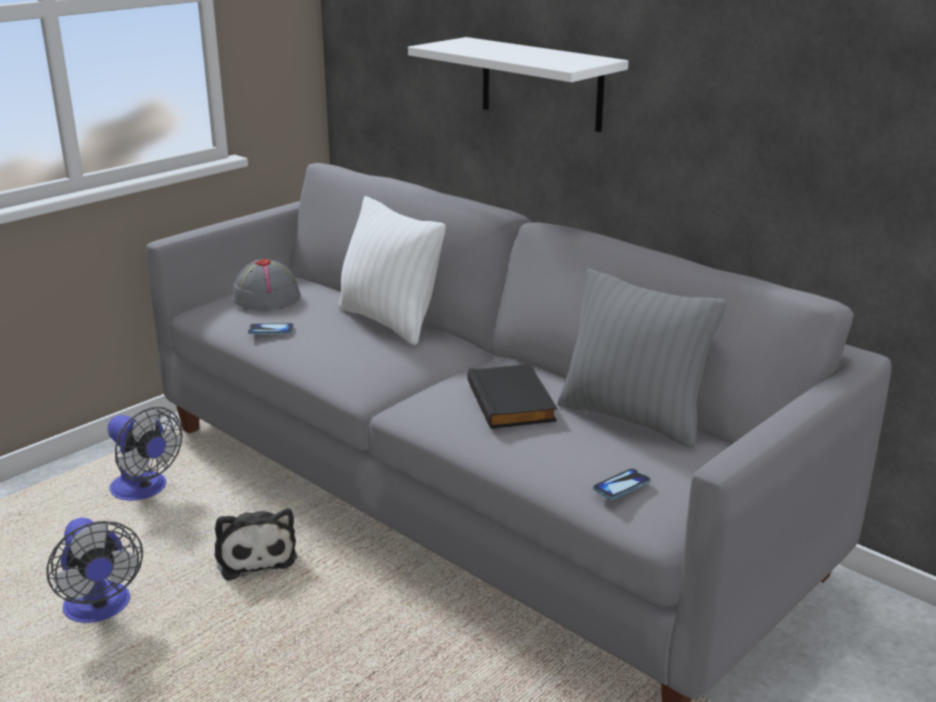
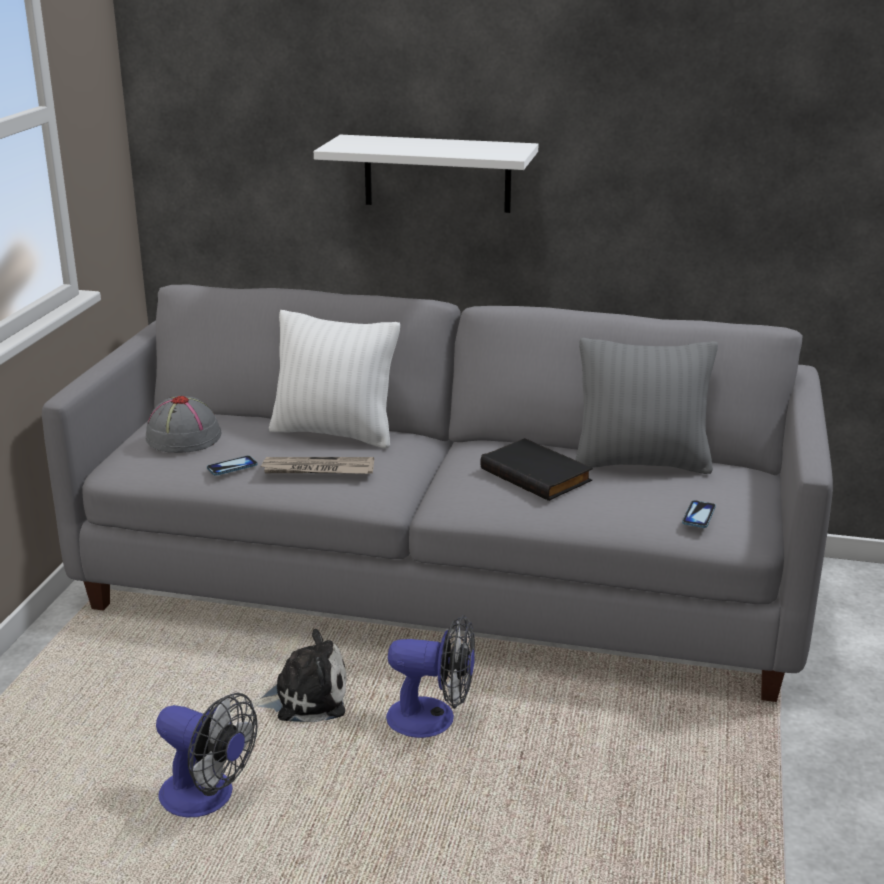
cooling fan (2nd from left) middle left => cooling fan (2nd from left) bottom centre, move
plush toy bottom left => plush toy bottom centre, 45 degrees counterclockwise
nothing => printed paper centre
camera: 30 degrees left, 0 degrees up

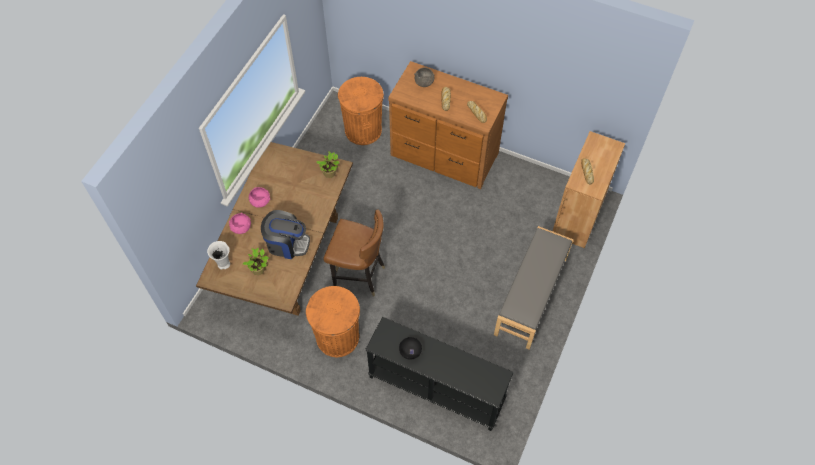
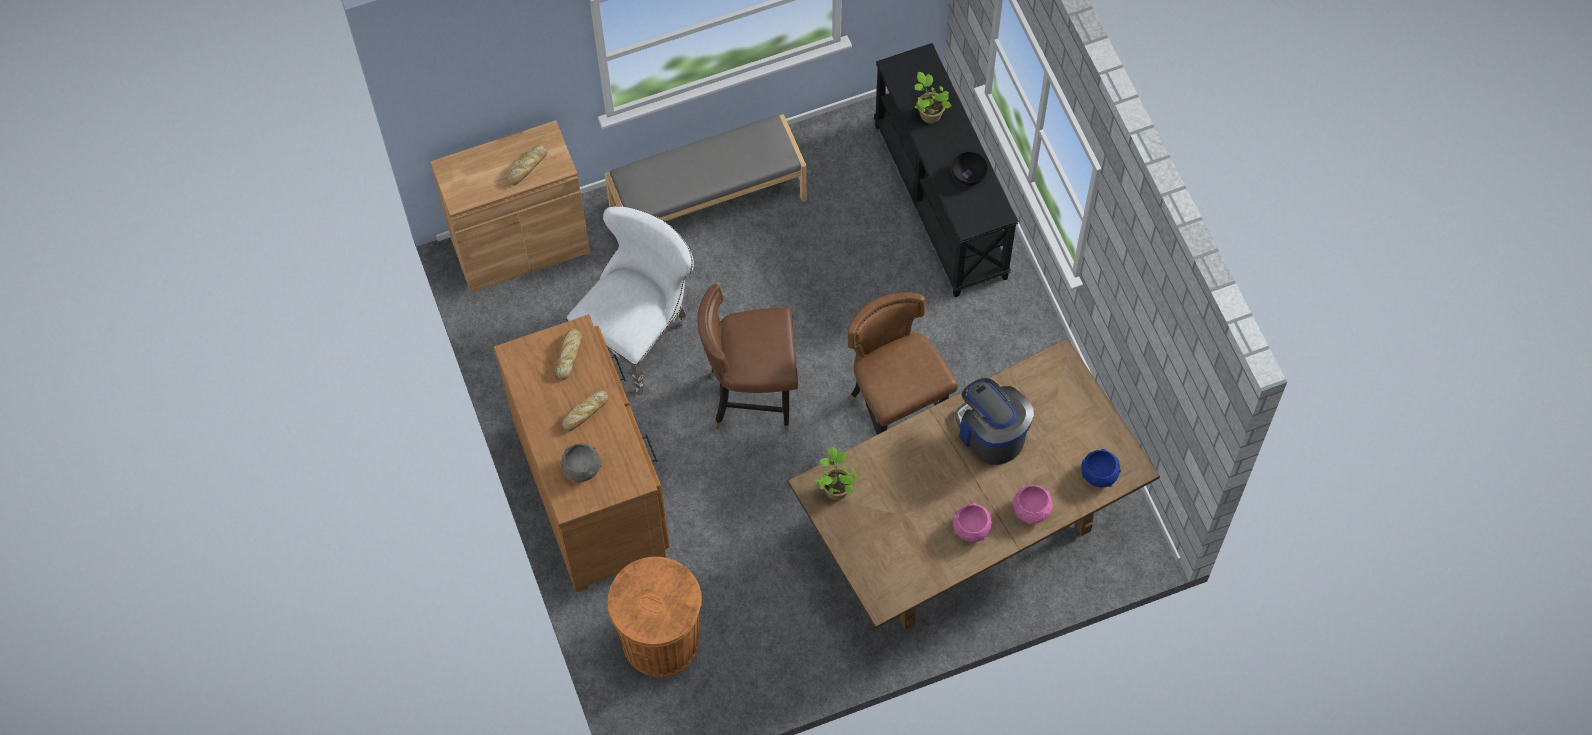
flower vase (whitish) middle left => serving bowl (bluish) middle right
potted plant (1st from left in the first image) middle left => potted plant (2nd from left) top centre, move
trash can (orange-coloured) (1st from left) bottom centre => nothing
nothing => chair (whitish) centre
nothing => chair (brown-coloured) (1st from left) centre
camera: 135 degrees left, 5 degrees up

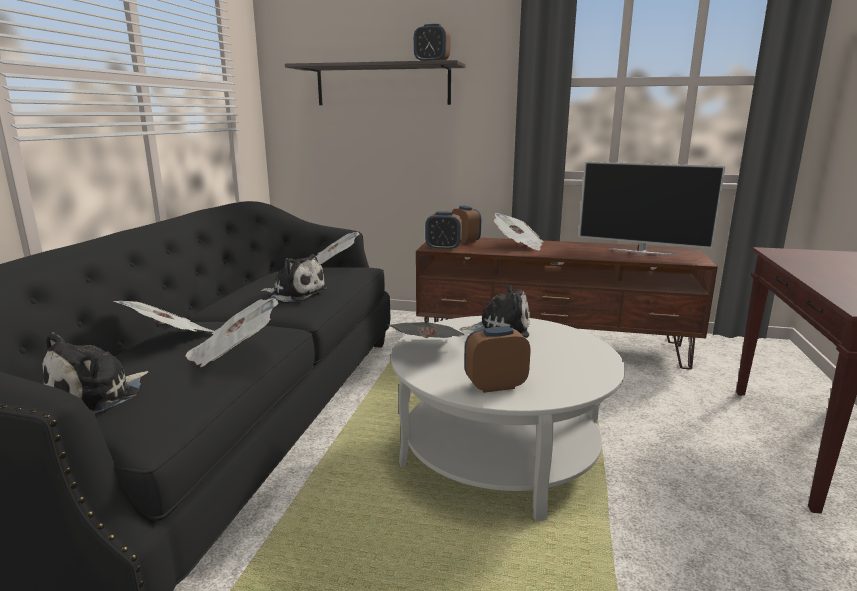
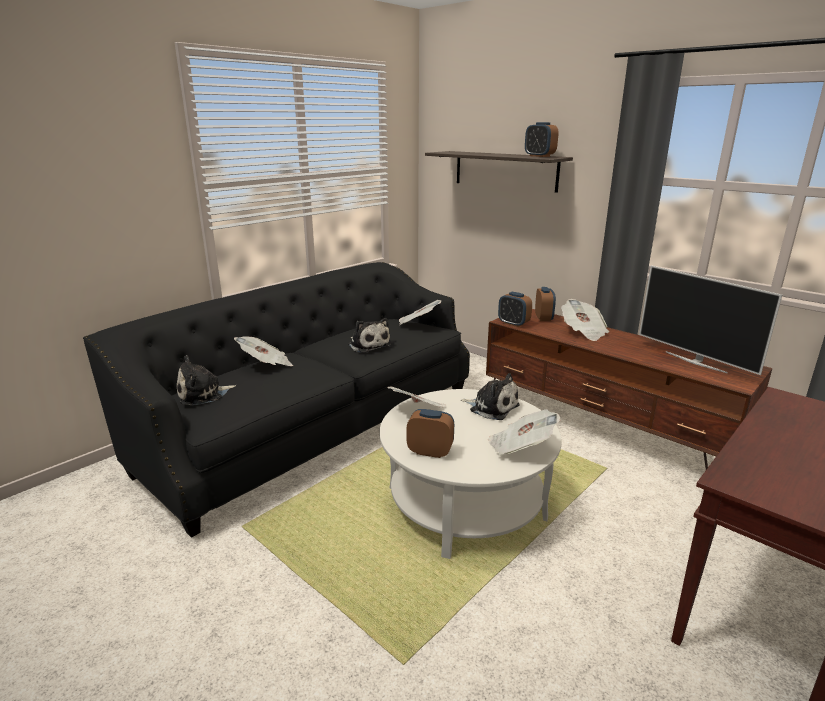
printed paper (2nd from left in the first image) middle left => printed paper (4th from left) centre, move
camera: 30 degrees right, 5 degrees up

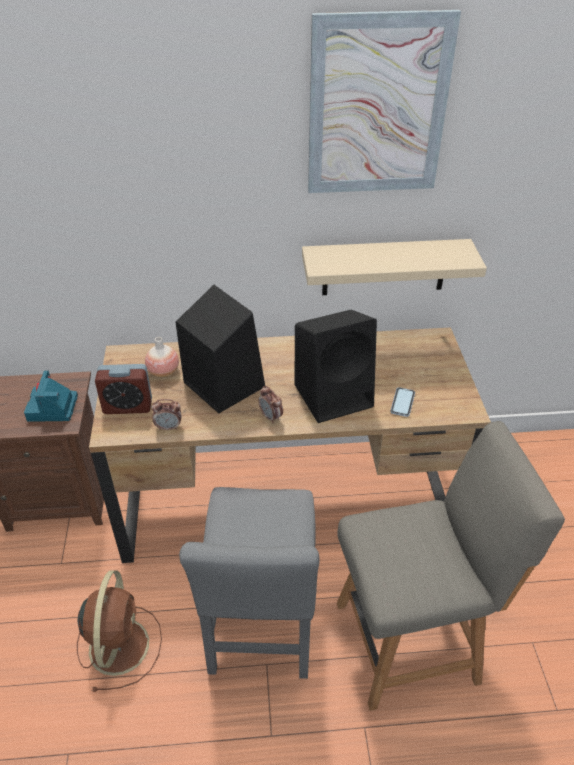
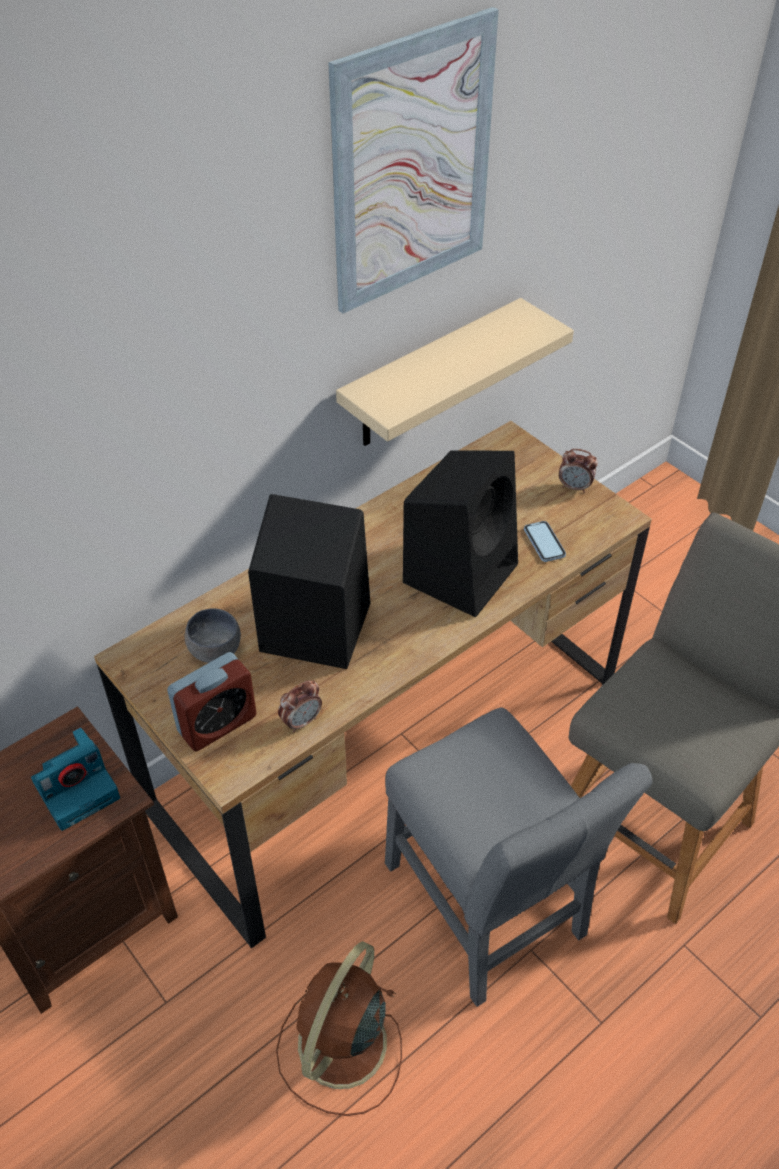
still camera middle left, 90 degrees counterclockwise
cooling fan (brown-coloured) bottom left => cooling fan (brown-coloured) bottom centre, 120 degrees counterclockwise
flower vase middle left => serving bowl (grey) middle left
bedside clock (3rd from left) centre => bedside clock (3rd from left) middle right, move
camera: 35 degrees left, 5 degrees up

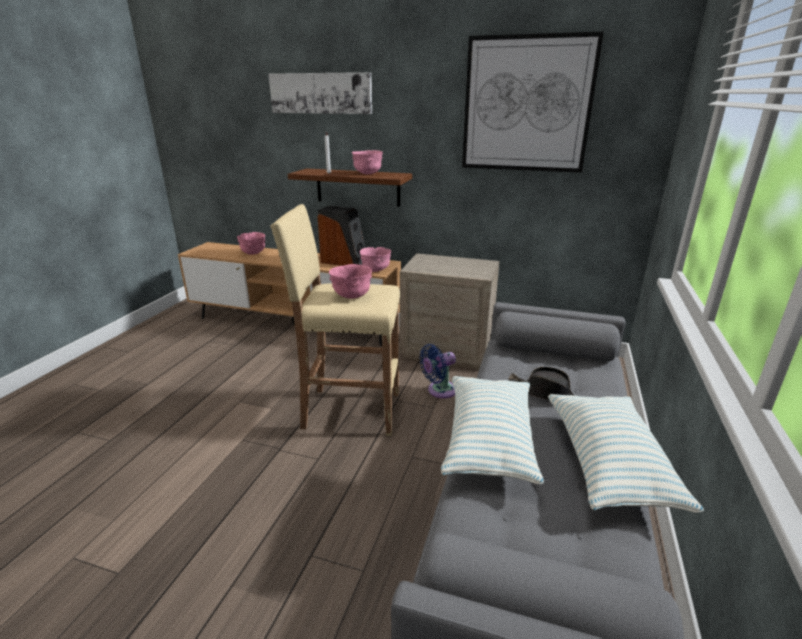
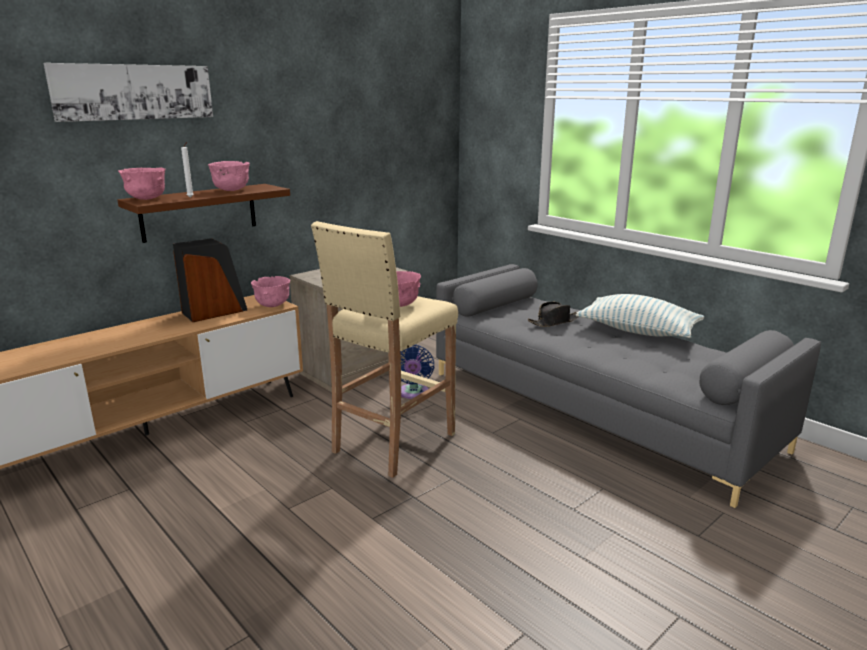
serving bowl (pink) (1st from left) middle left => serving bowl (pink) (1st from left) top left, move
throw pillow (1st from left) bottom centre => nothing
wall art (2nd from left) top centre => nothing
camera: 60 degrees left, 5 degrees down

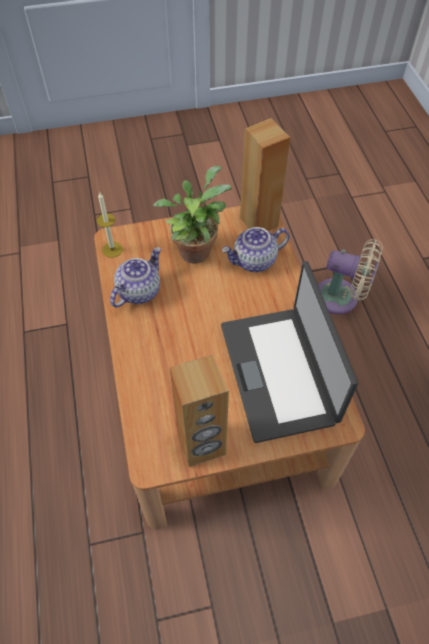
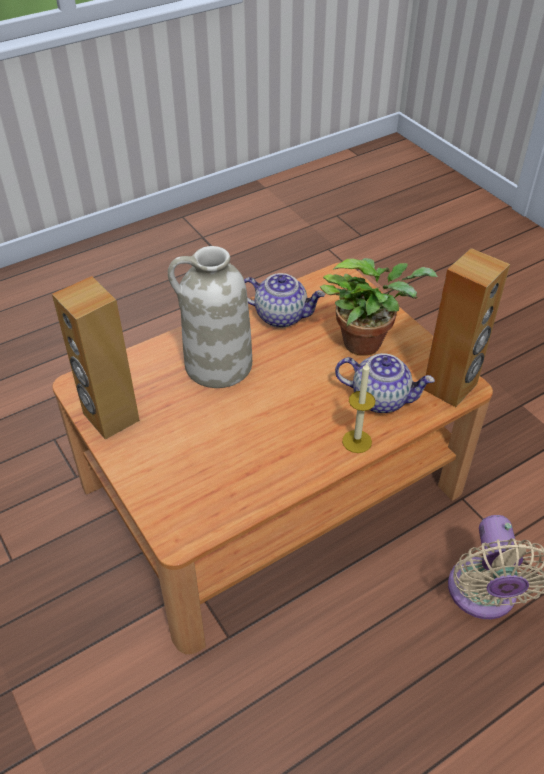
candle middle left => candle centre, move
laptop middle right => nothing
tea pot (2nd from left) centre => tea pot (2nd from left) middle right, 150 degrees clockwise
nothing => flower vase (whitish) centre
camera: 70 degrees right, 10 degrees down

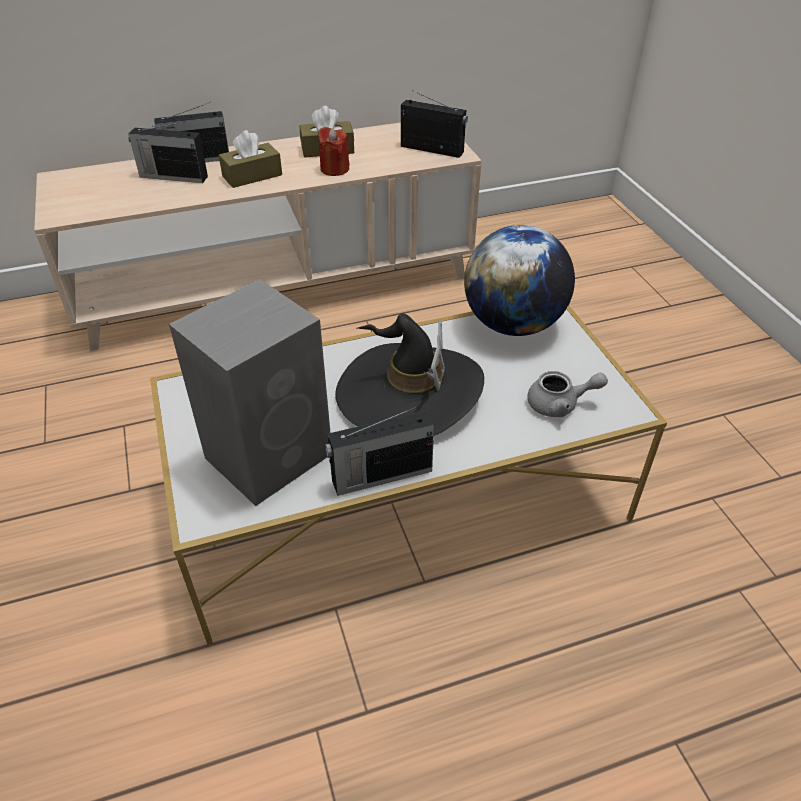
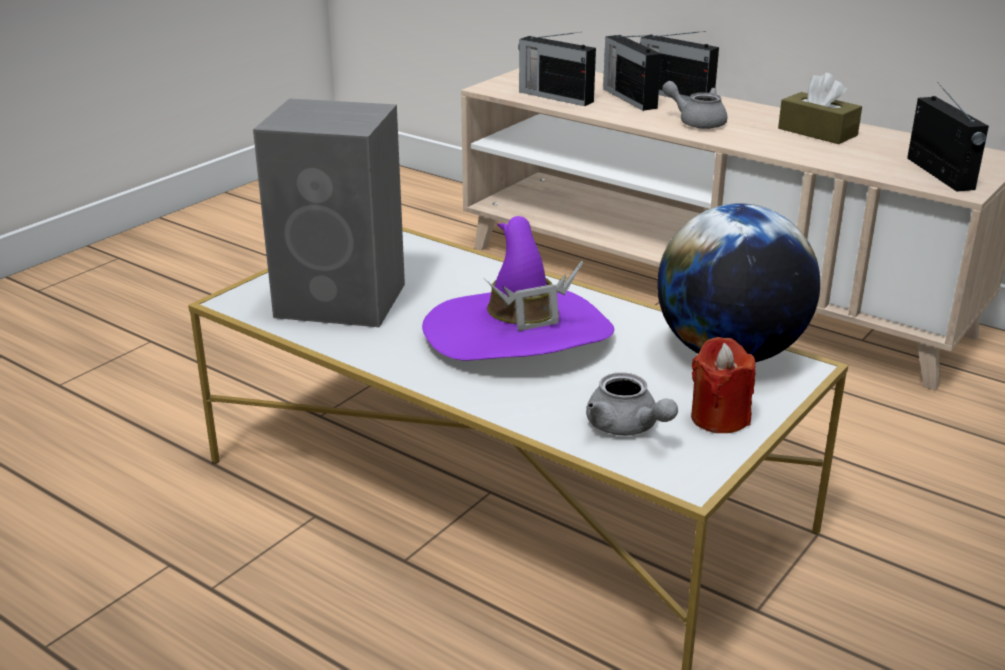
box of tissues (brown-coloured) (1st from left) top left => tea pot (grey) (2nd from left) top right
candle (red) top centre => candle (red) middle right, move
radio (3rd from left in the first image) centre => radio (1st from left) top centre, move
hat (black) centre => hat (purplish) centre
camera: 55 degrees right, 15 degrees down

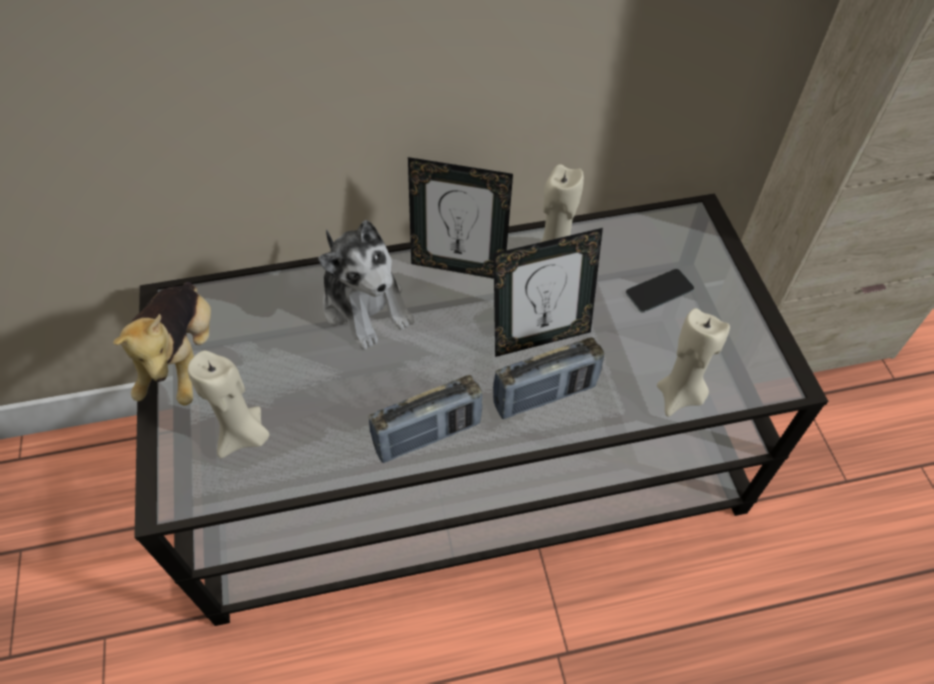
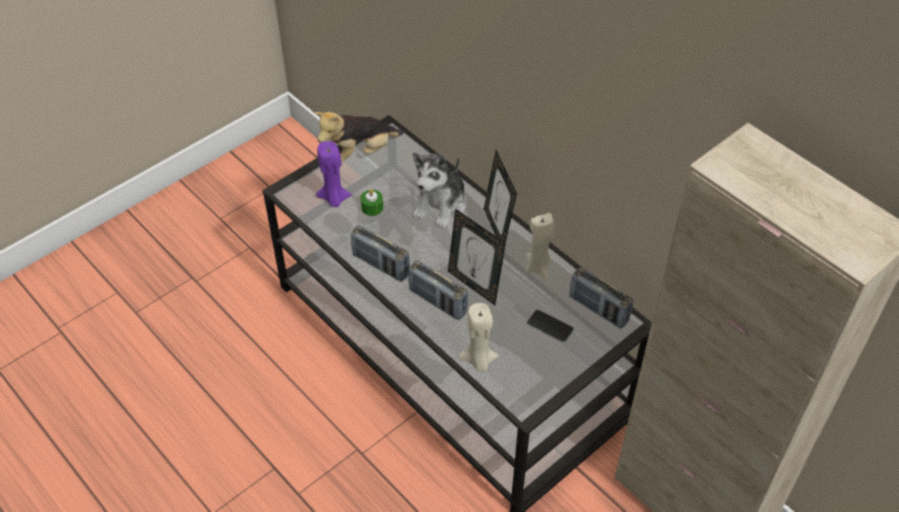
candle (beige) (1st from left) middle left => candle (purplish) centre
nothing => candle (greenish) centre
nothing => radio (3rd from left) middle right
camera: 60 degrees right, 5 degrees down

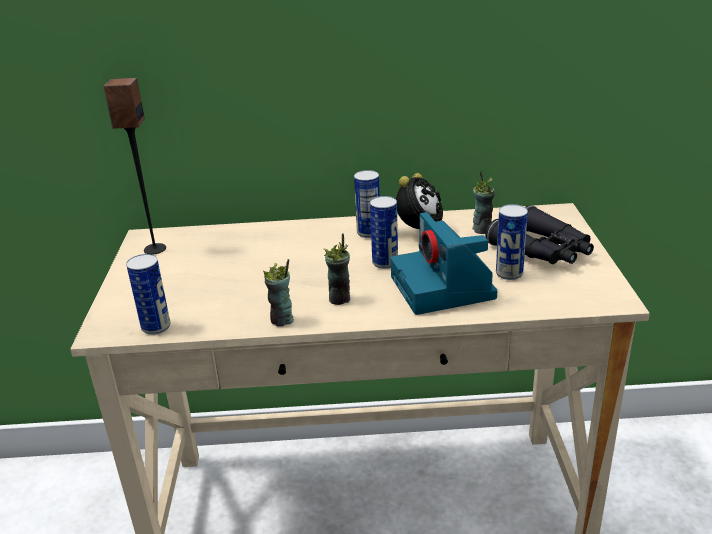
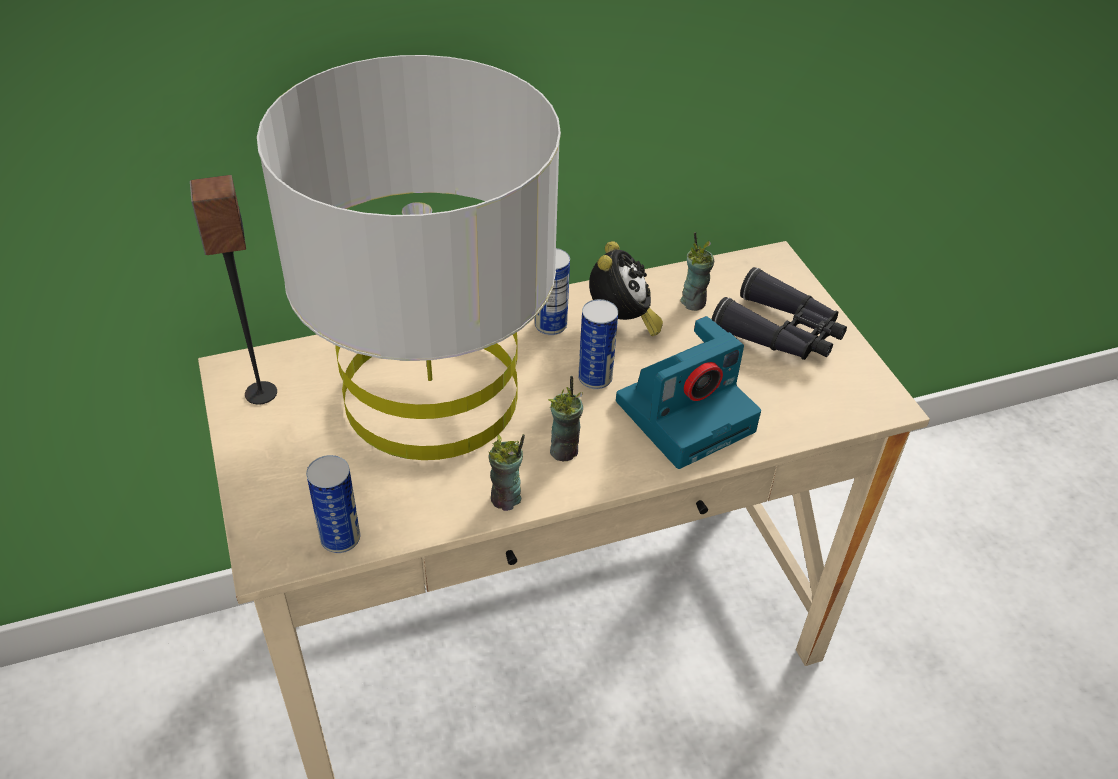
still camera centre, 90 degrees counterclockwise
can (4th from left) middle right => nothing
nothing => tabletop lamp (grey) top centre
camera: 20 degrees left, 15 degrees up

